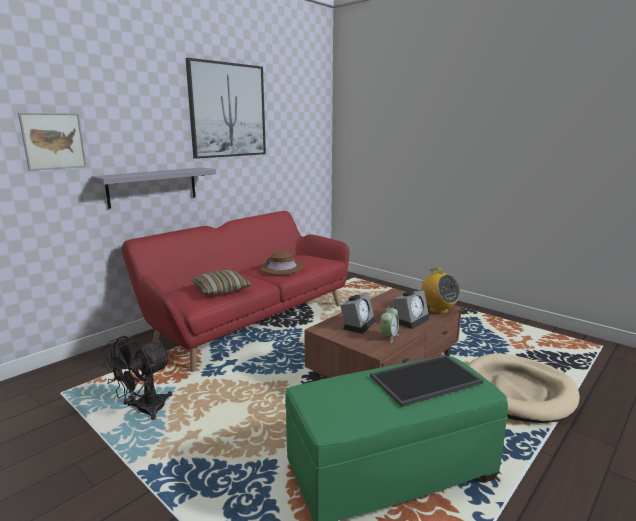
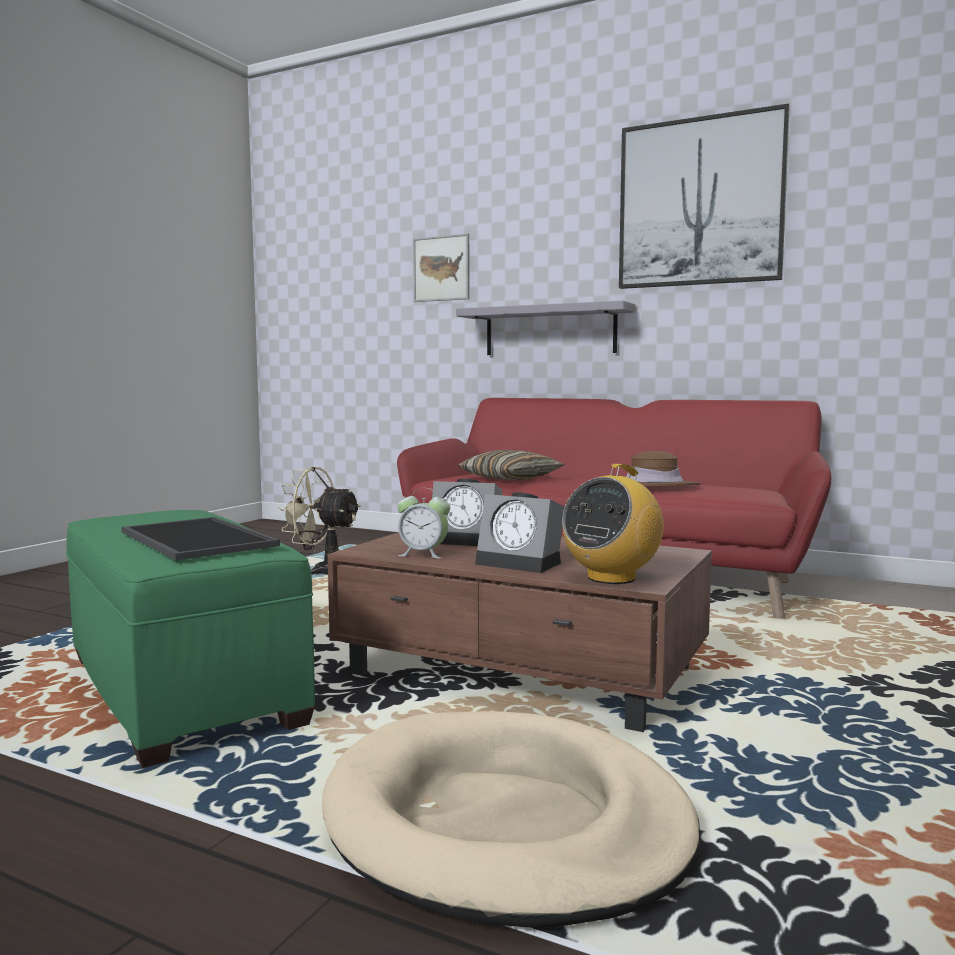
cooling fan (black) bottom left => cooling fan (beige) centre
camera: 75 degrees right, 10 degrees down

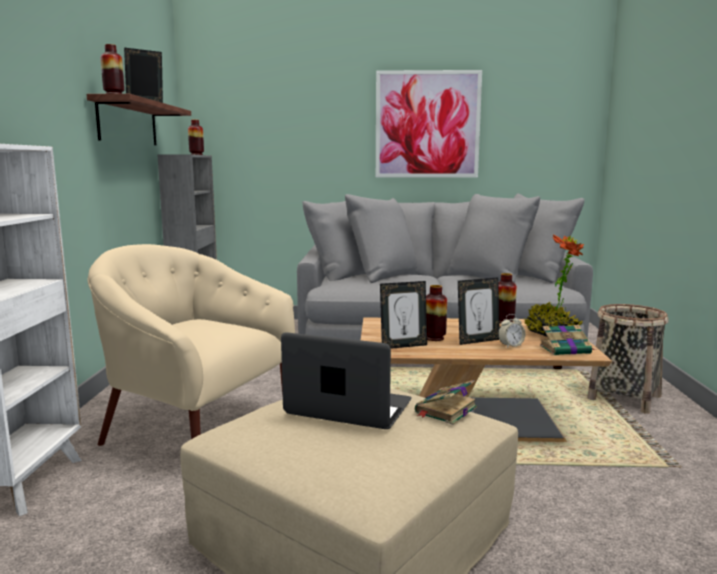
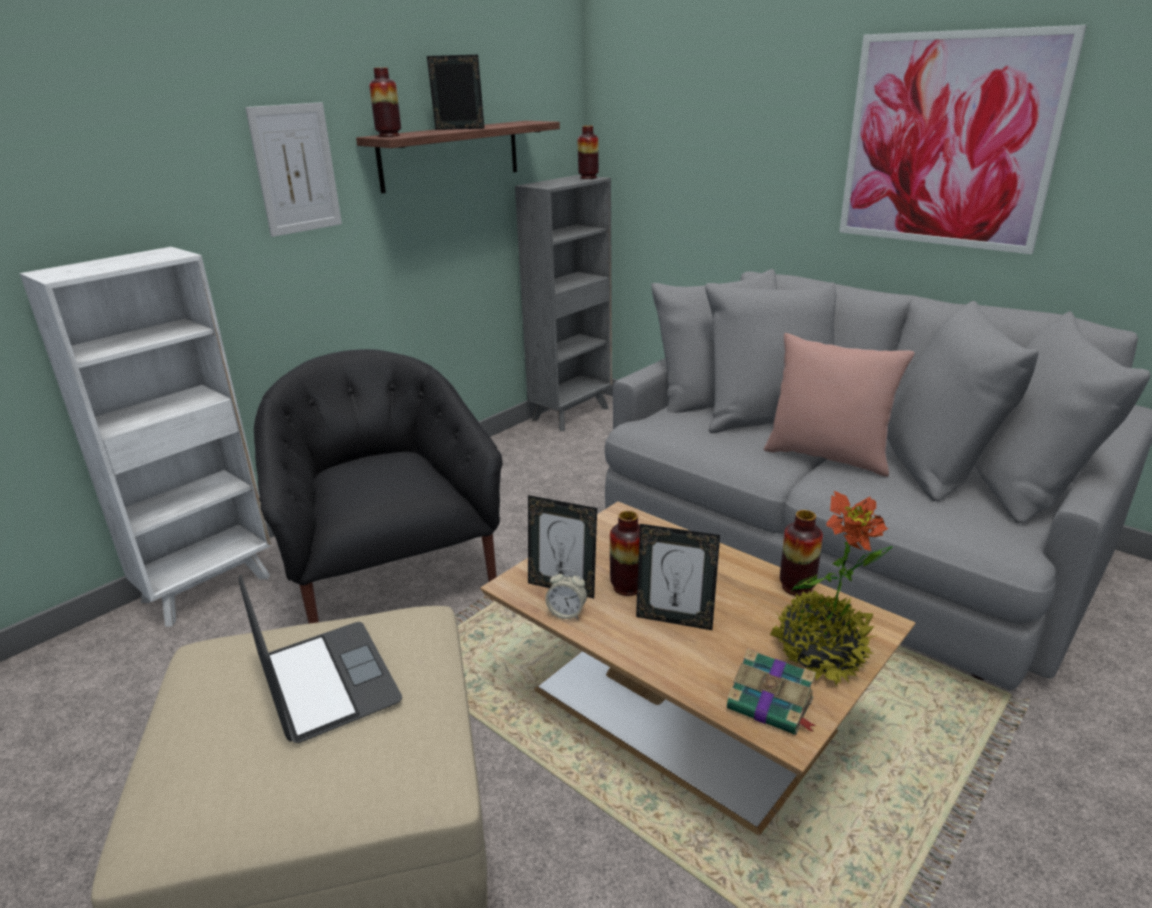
lounge chair (beige) middle left => lounge chair (black) middle left
bound book (1st from left) bottom centre => nothing
bedside clock middle right => bedside clock centre, move
storage basket middle right => nothing
nothing => wall art (1st from left) top left
nothing => throw pillow (pink) middle right
camera: 40 degrees right, 15 degrees up

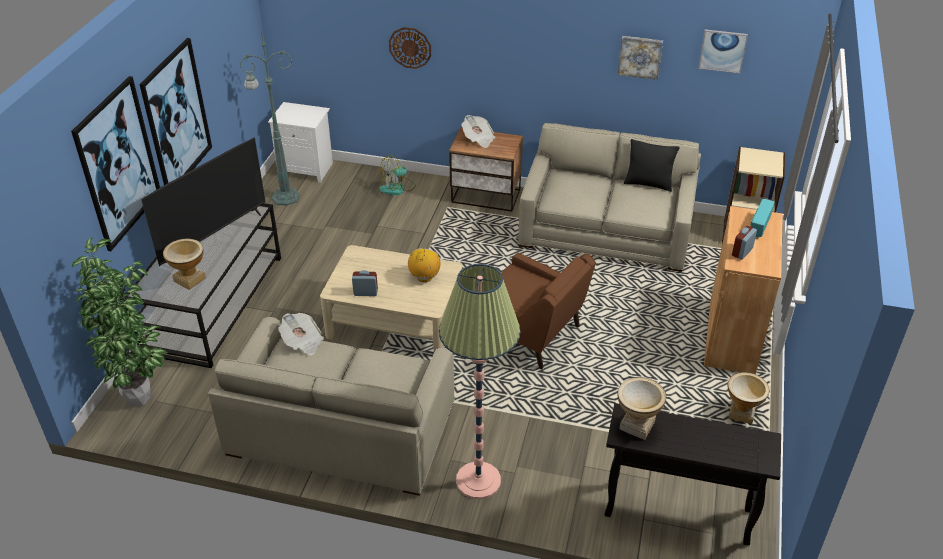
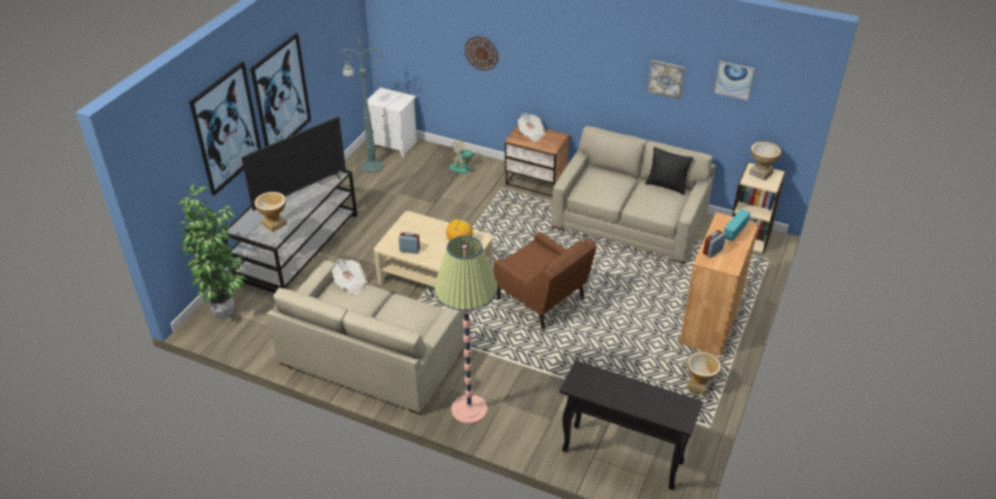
flower vase (2nd from left in the first image) bottom right => flower vase (3rd from left) top right, move
camera: 10 degrees right, 0 degrees up

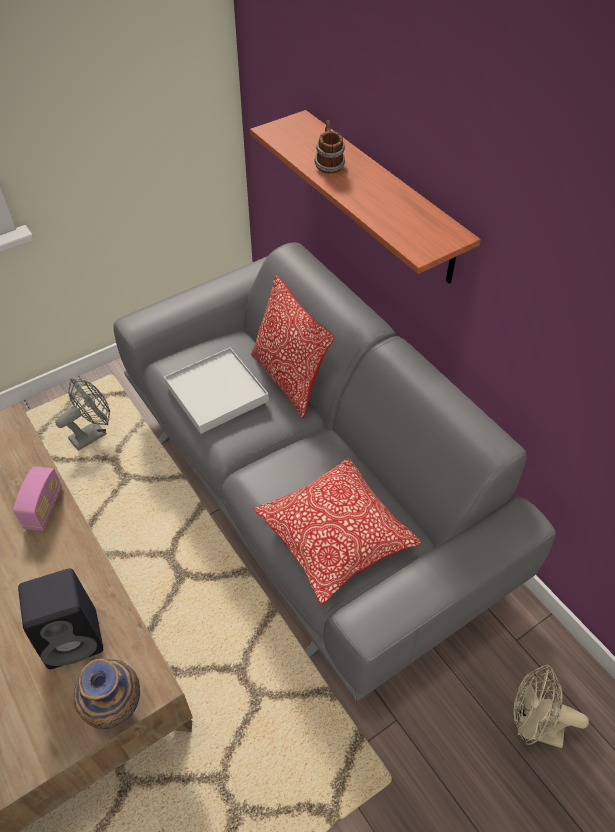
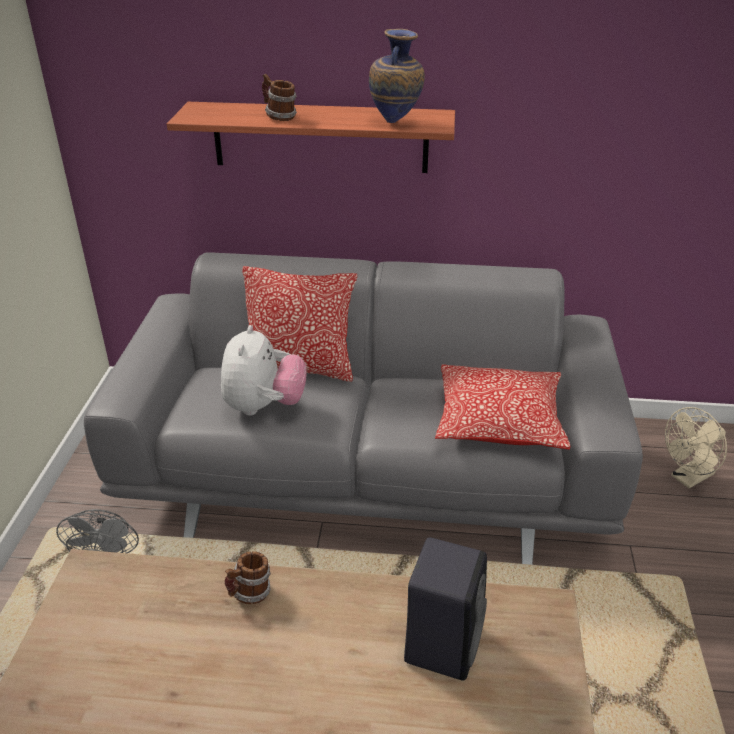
radio middle left => tea mug (1st from left) bottom centre
flower vase bottom left => flower vase top centre, move
carrying tray (whitish) centre => plush toy centre
camera: 50 degrees left, 15 degrees down

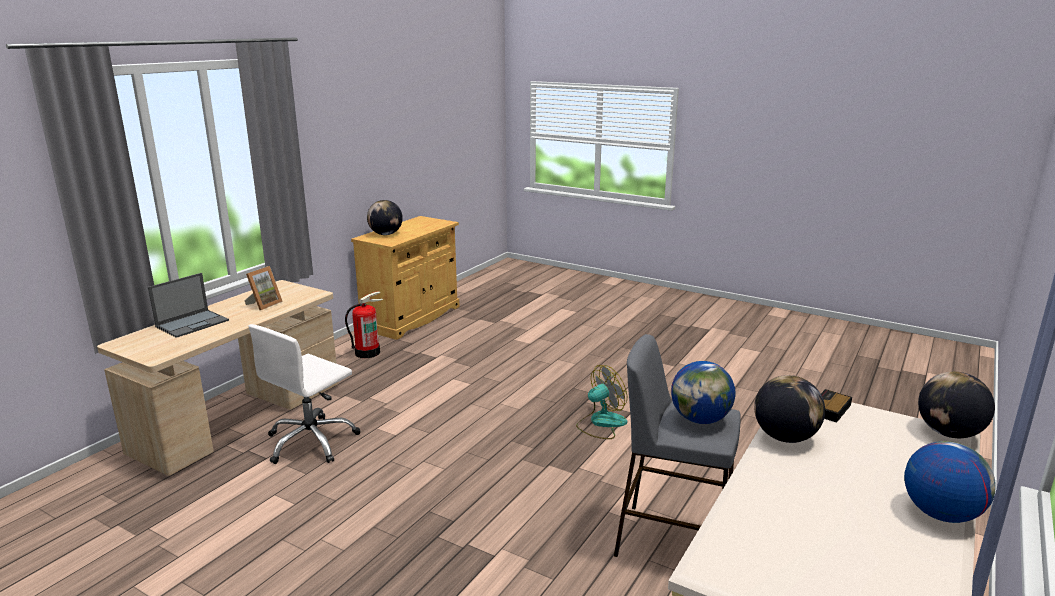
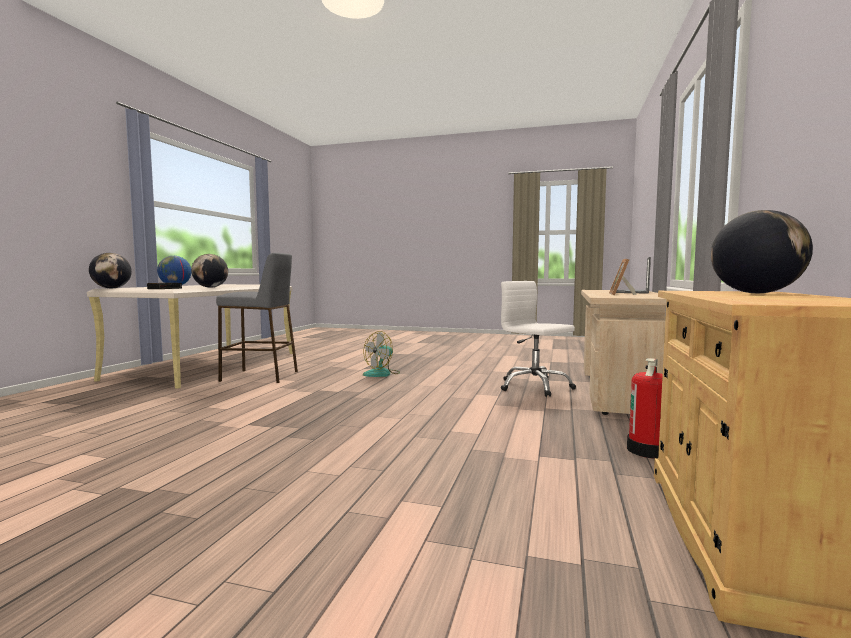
office chair (whitish) middle left => office chair (whitish) centre, 60 degrees counterclockwise
cooling fan bottom centre => cooling fan centre, move
world globe (2nd from left) centre => nothing
camera: 165 degrees right, 15 degrees down

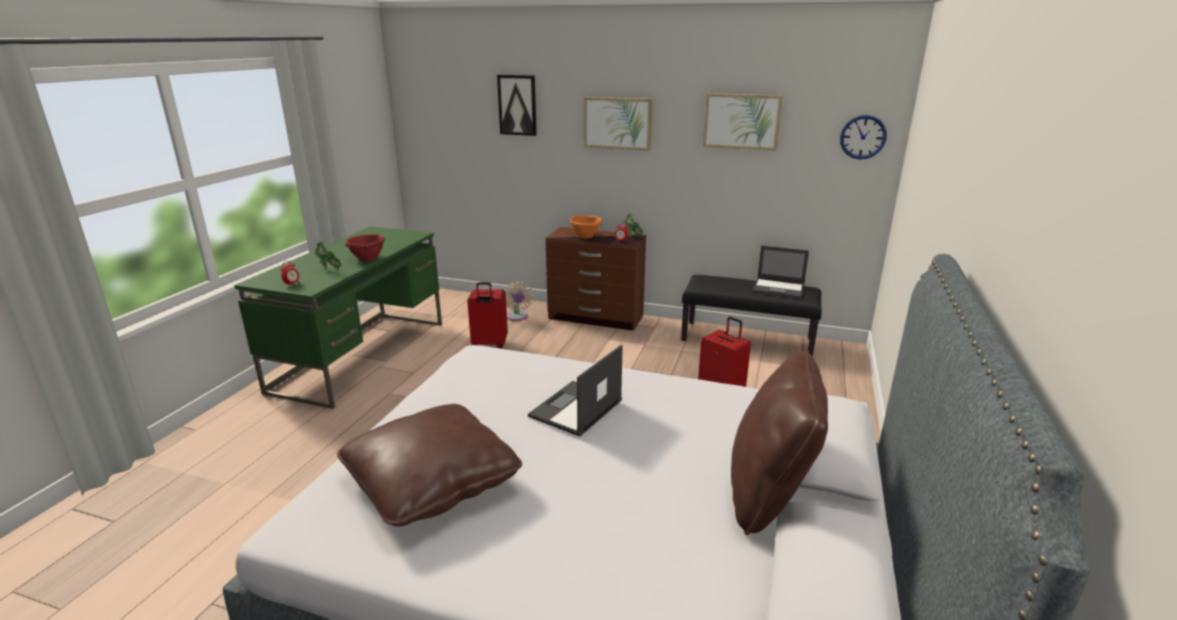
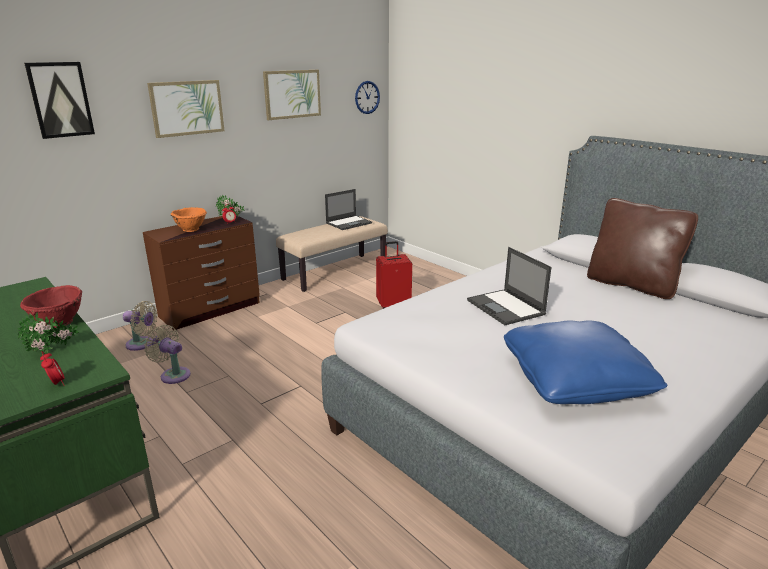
throw pillow (brown-coloured) (1st from left) bottom centre => throw pillow (bluish) middle right
suitcase (red) (1st from left) centre => cooling fan (beige) (2nd from left) middle left
indoor bench (black) centre => indoor bench (beige) centre
camera: 60 degrees left, 0 degrees up

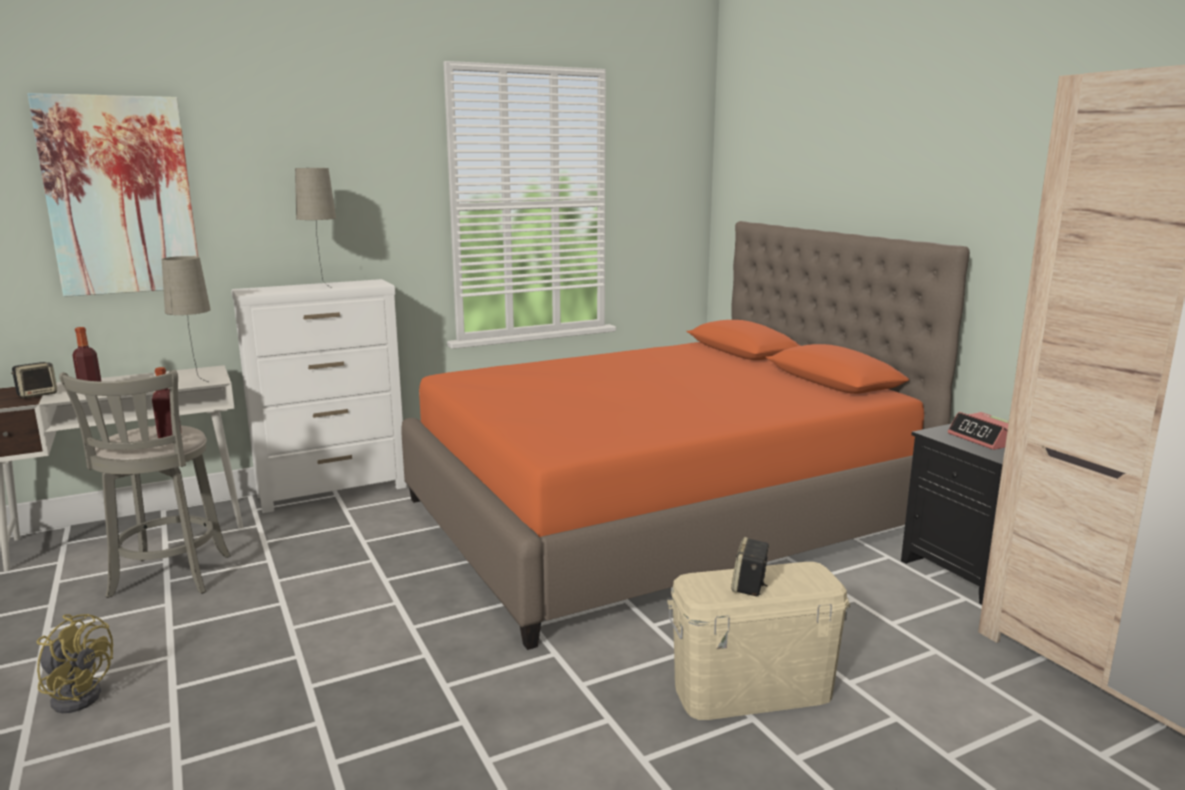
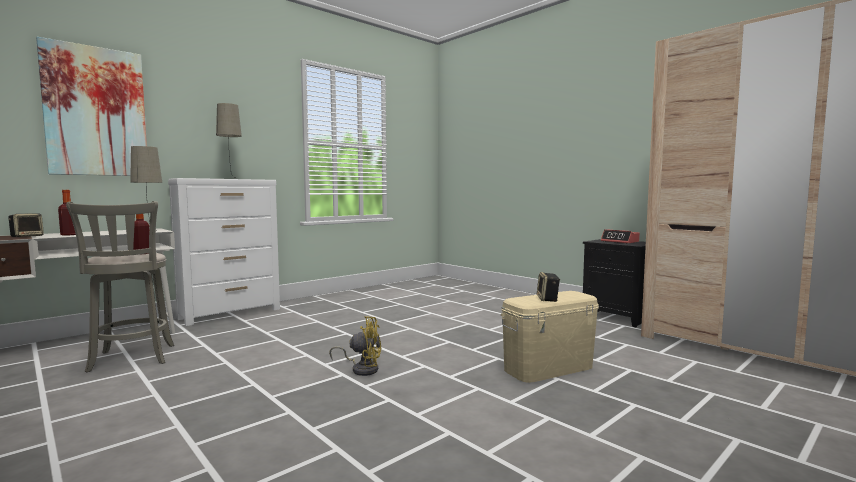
cooling fan (yellow-coloured) bottom left => cooling fan (yellow-coloured) bottom centre, move
bed (orange-coloured) centre => nothing
camera: 15 degrees left, 10 degrees down

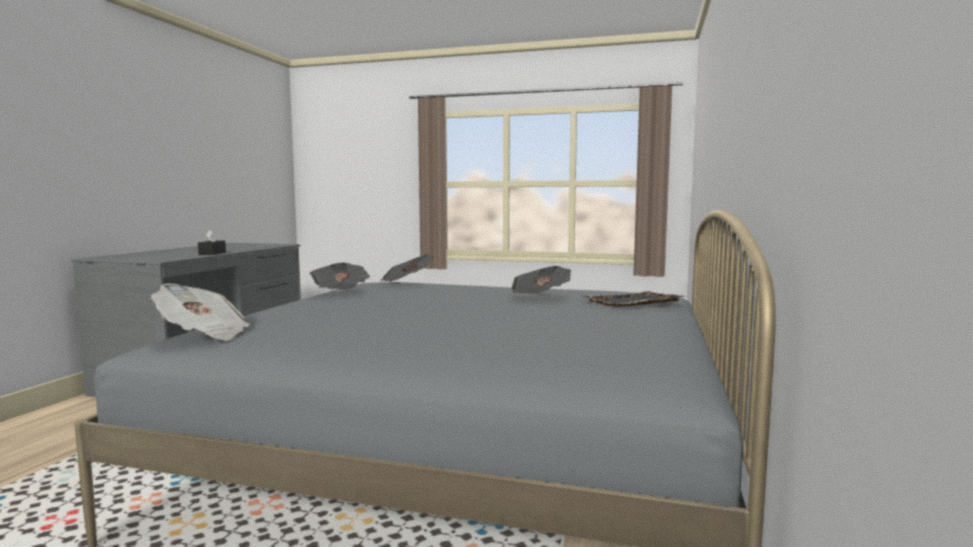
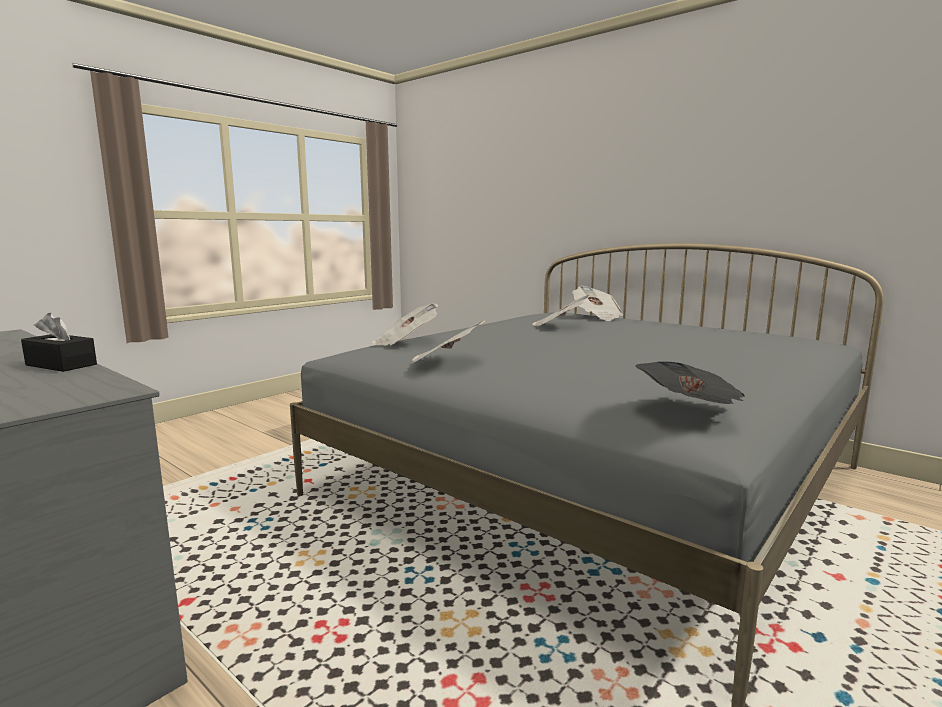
carrying tray (black) centre => printed paper (4th from left) centre
camera: 65 degrees left, 5 degrees up

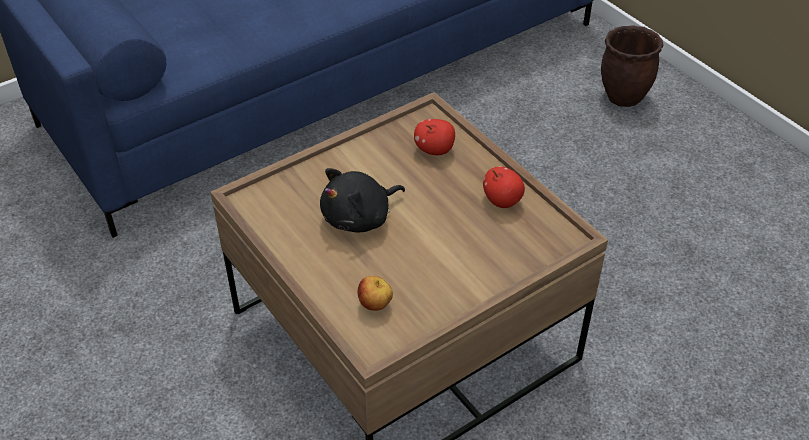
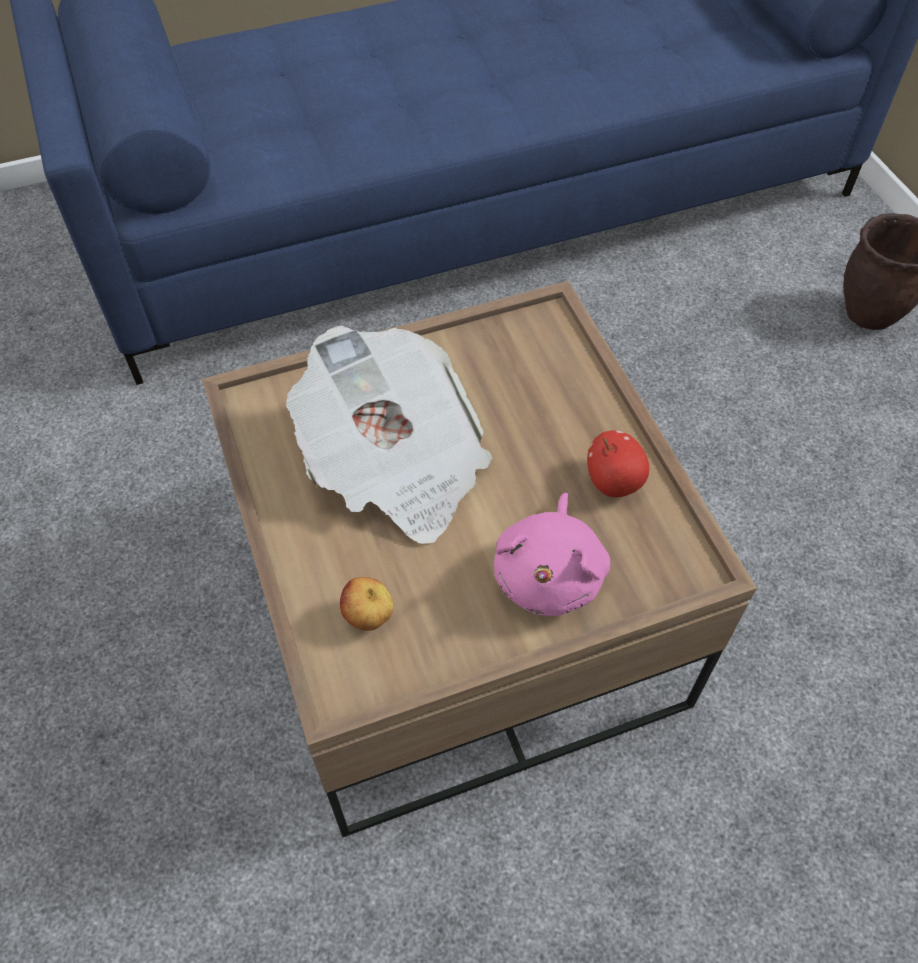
plush toy (black) centre => printed paper centre
apple fruit (2nd from left) top centre => nothing
nothing => plush toy (pink) centre
camera: 15 degrees right, 10 degrees up

